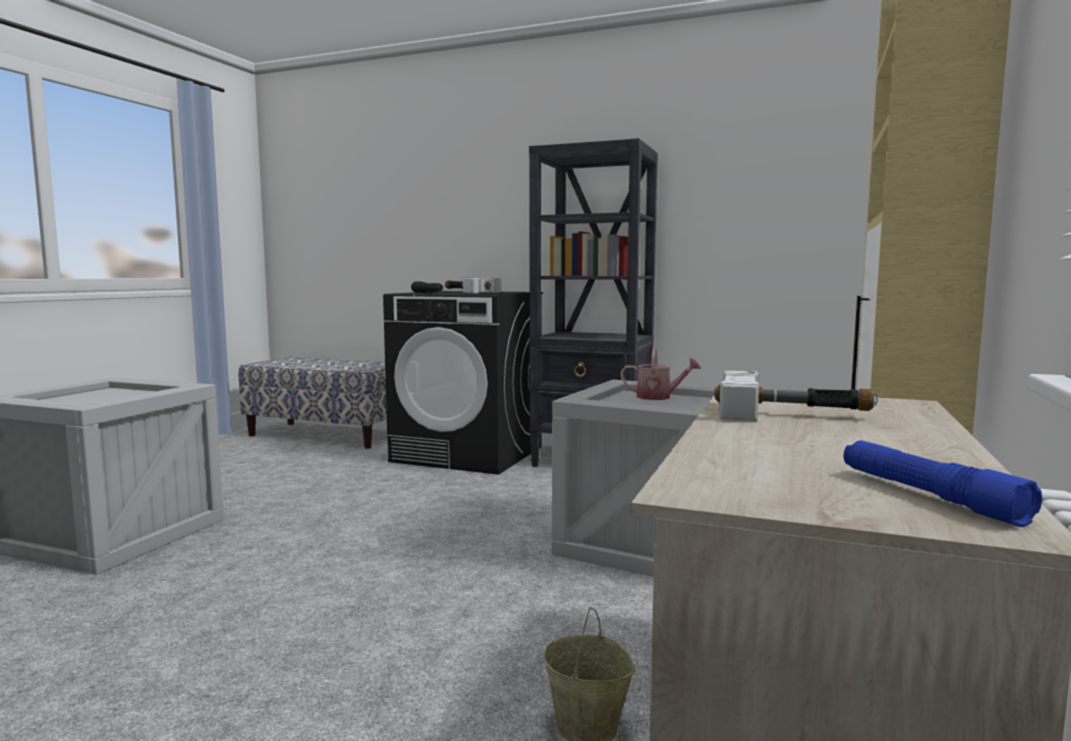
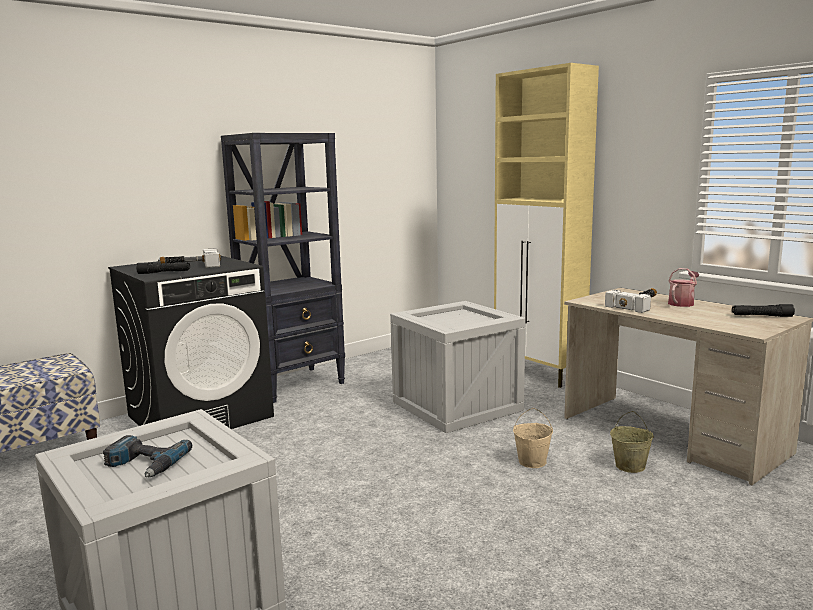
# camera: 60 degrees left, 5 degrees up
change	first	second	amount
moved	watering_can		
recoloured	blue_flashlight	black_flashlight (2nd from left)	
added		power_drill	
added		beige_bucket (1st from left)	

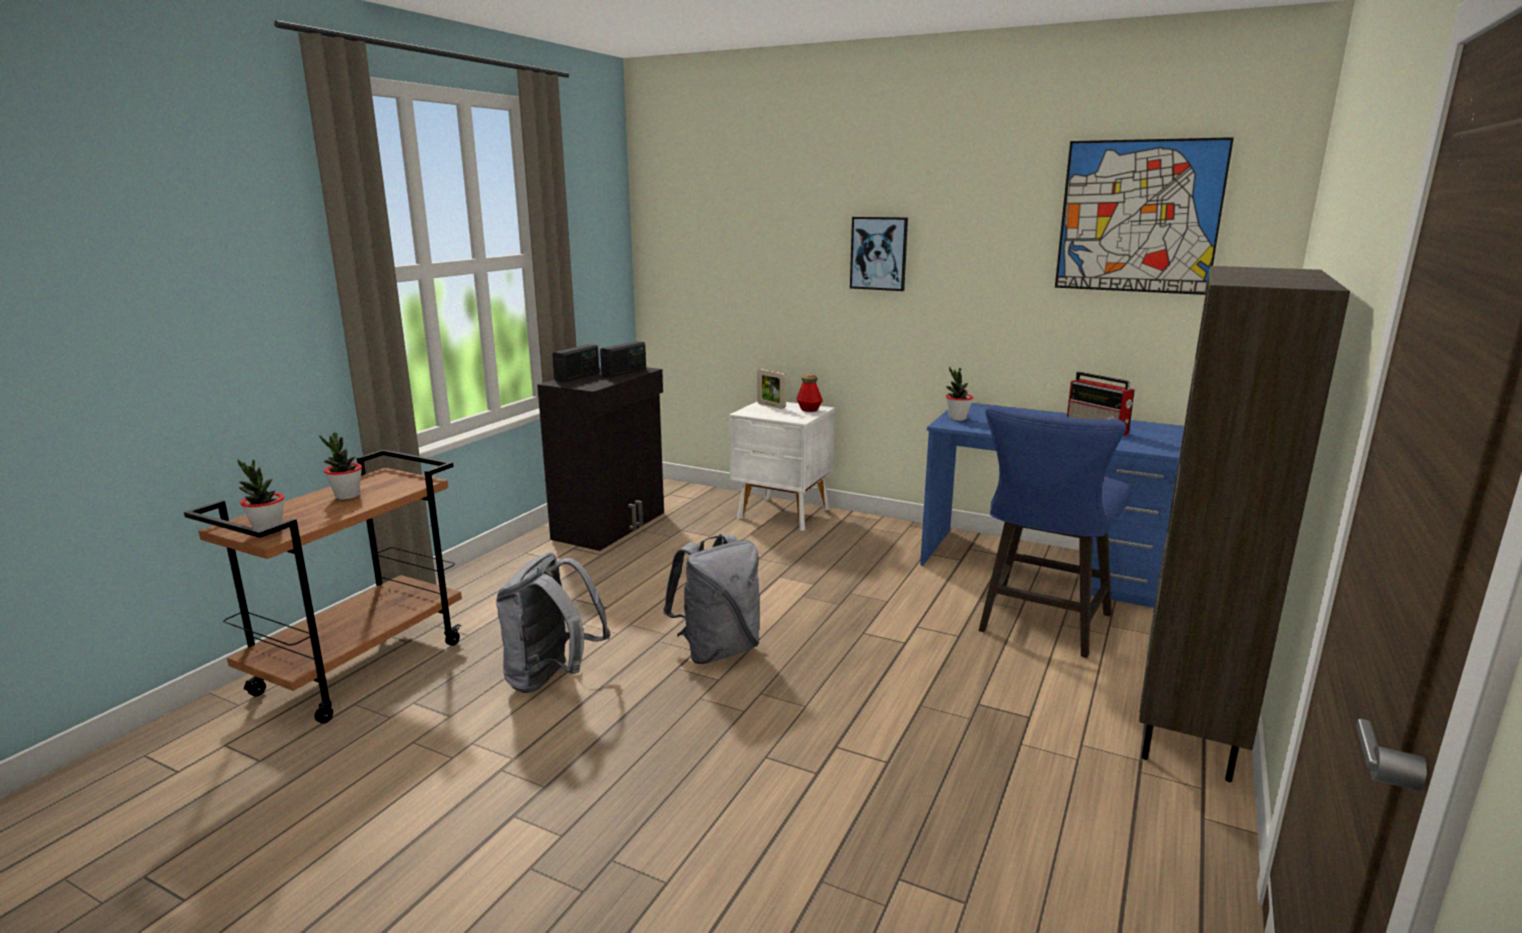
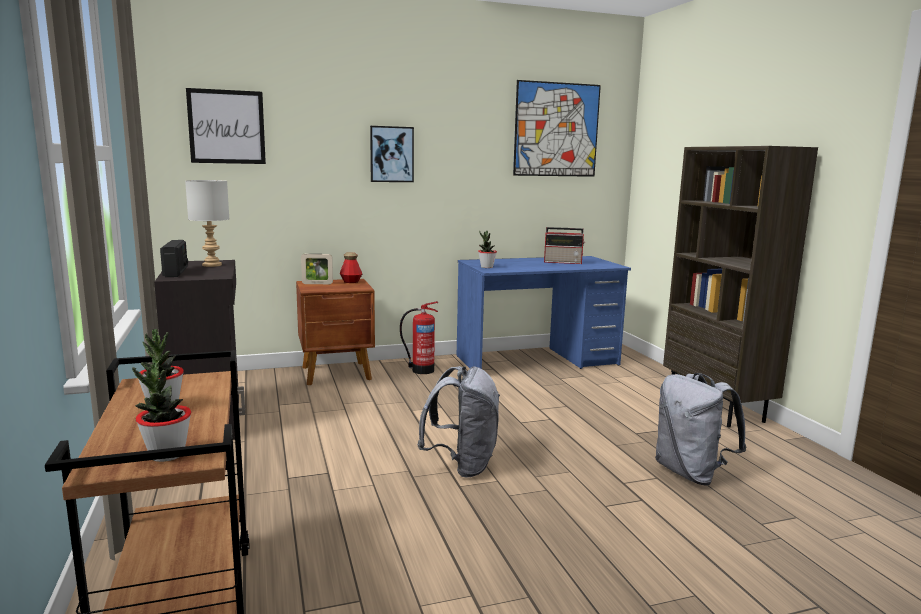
# camera: 45 degrees left, 5 degrees down
change	first	second	amount
moved	grey_backpack (1st from left in the first image)	grey_backpack (2nd from left)	
replaced	radio (2nd from left)	grey_table_lamp	
recoloured	white_nightstand	brown_nightstand	
removed	blue_stool		
added		picture (1st from left)	
added		fire_extinguisher	

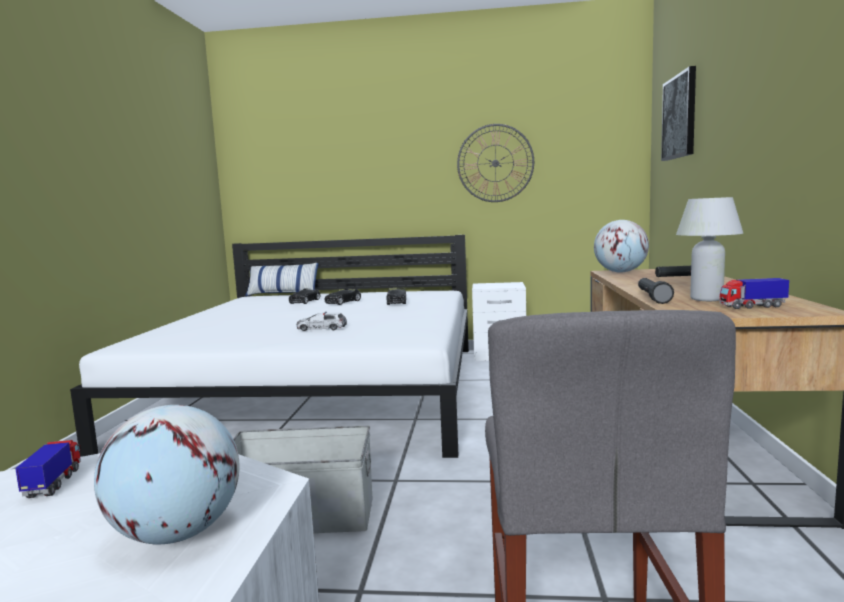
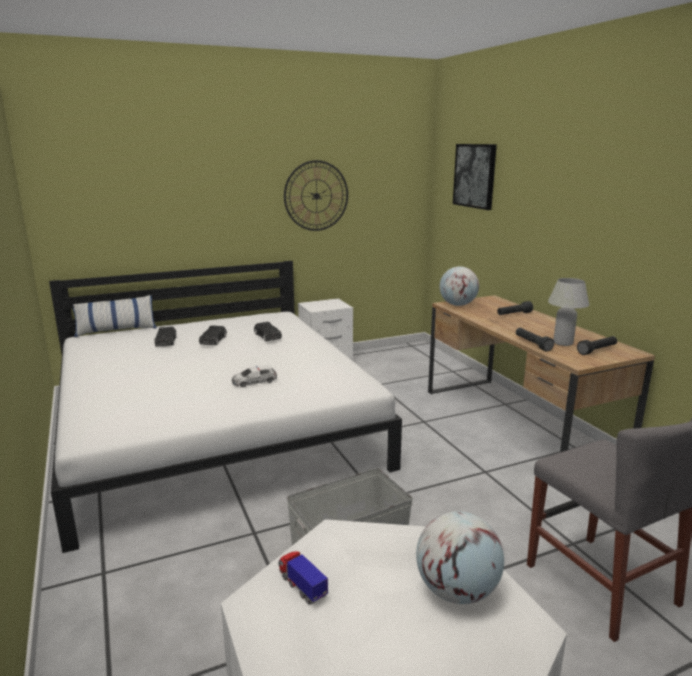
# camera: 30 degrees left, 10 degrees up
change	first	second	amount
replaced	toy_truck (2nd from left)	black_flashlight (3rd from left)	

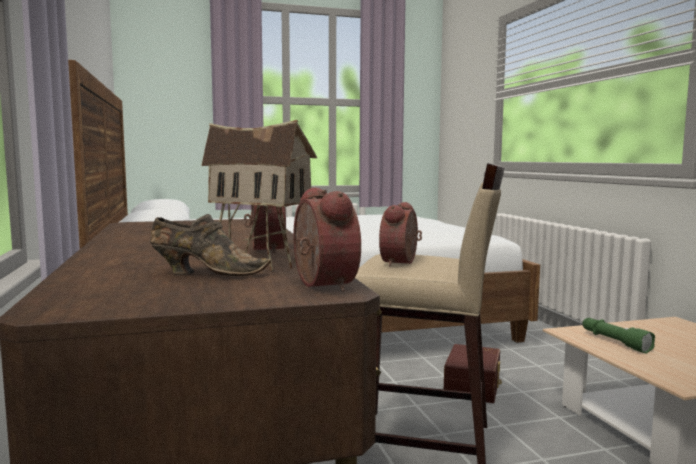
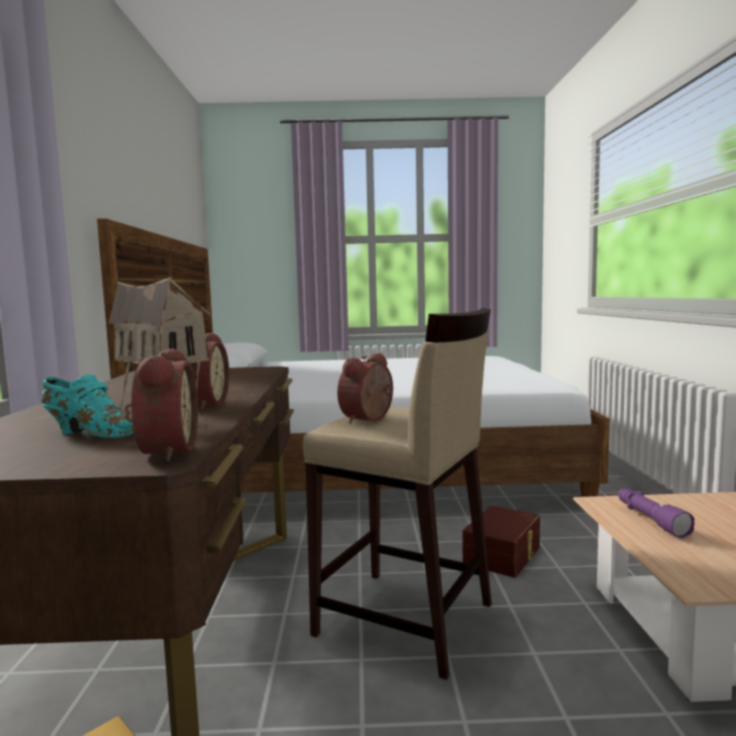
# camera: 15 degrees right, 0 degrees up
change	first	second	amount
recoloured	brown_shoe	turquoise_shoe	
recoloured	green_flashlight	purple_flashlight	

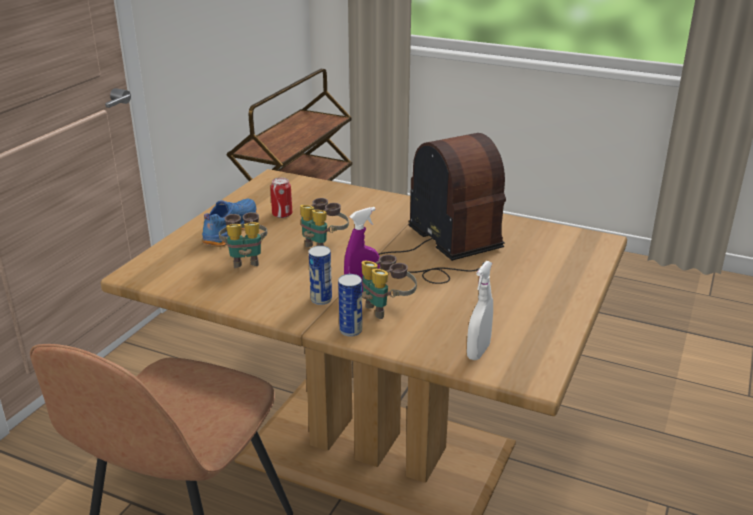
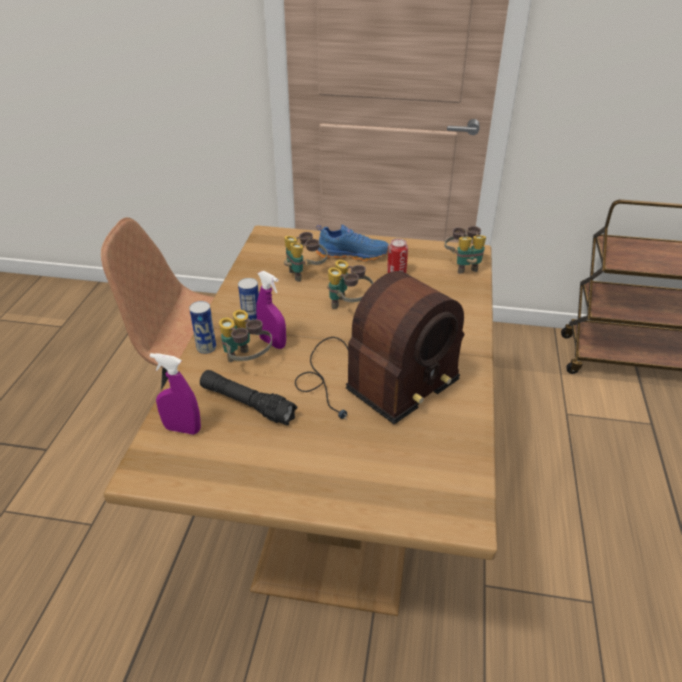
# camera: 75 degrees right, 10 degrees up
change	first	second	amount
recoloured	white_spray_bottle	purple_spray_bottle (1st from left)	
added		black_flashlight	
added		binoculars (4th from left)	

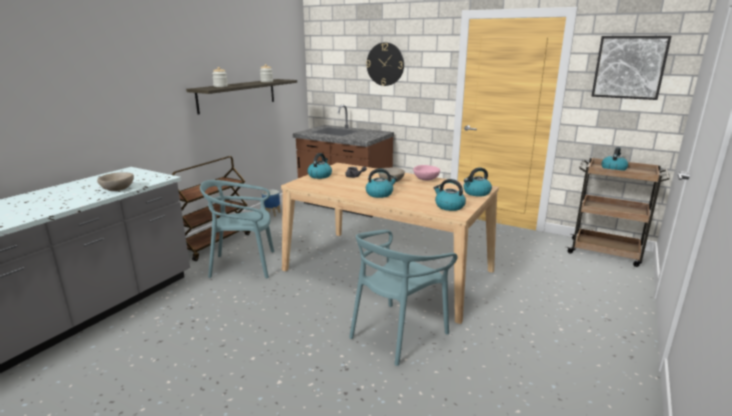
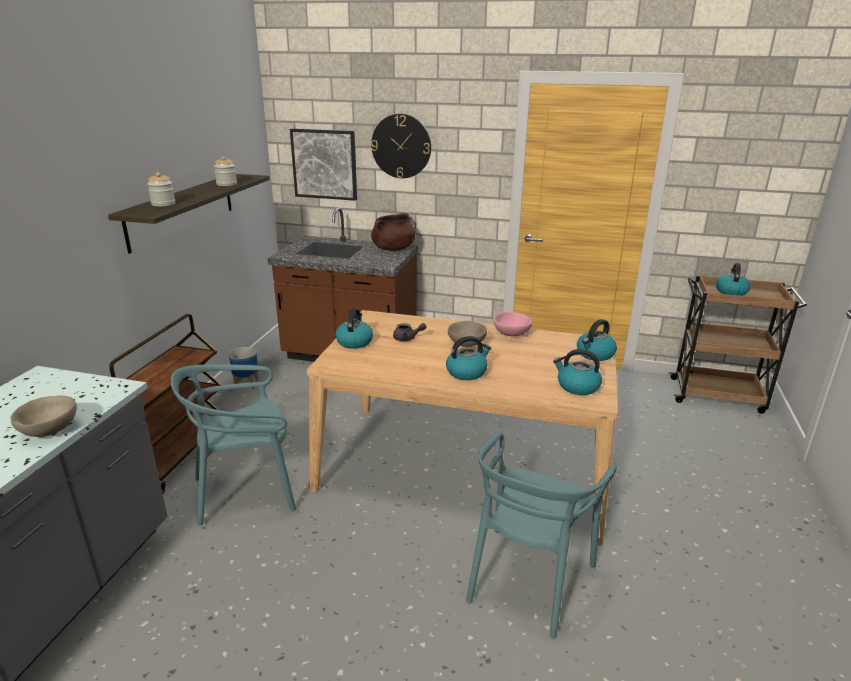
# camera: 15 degrees left, 5 degrees up
change	first	second	amount
moved	picture		
added		brown_cooking_pot	

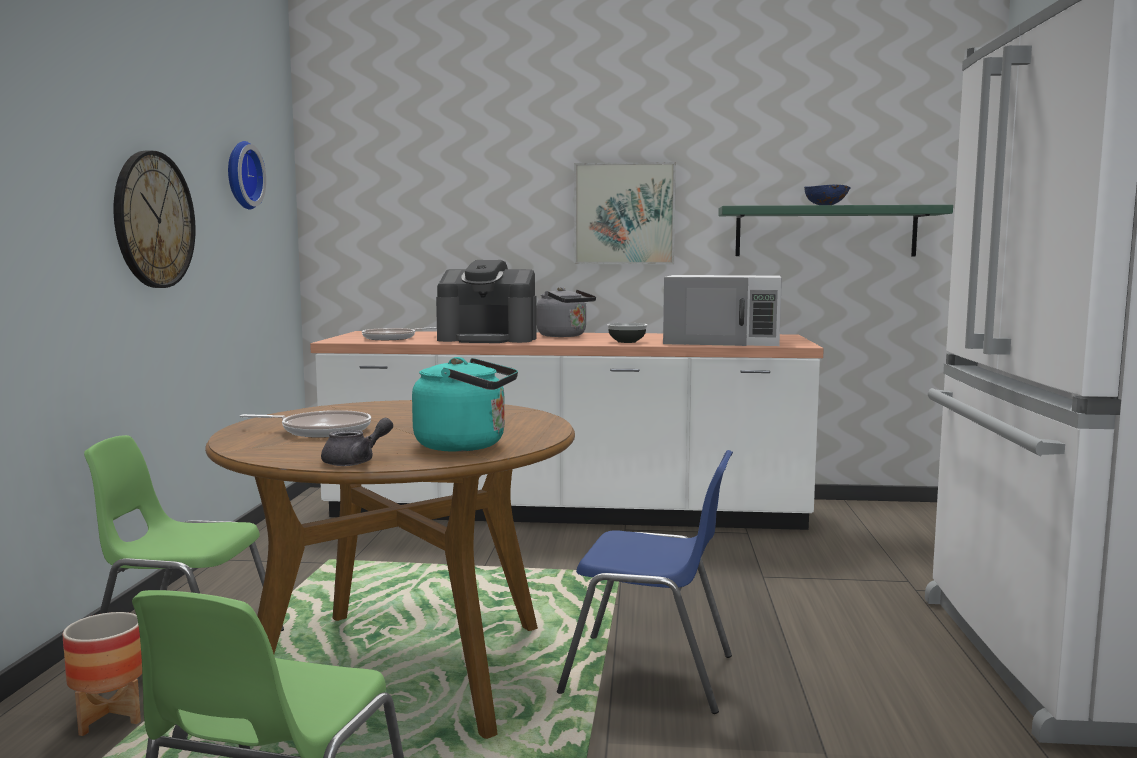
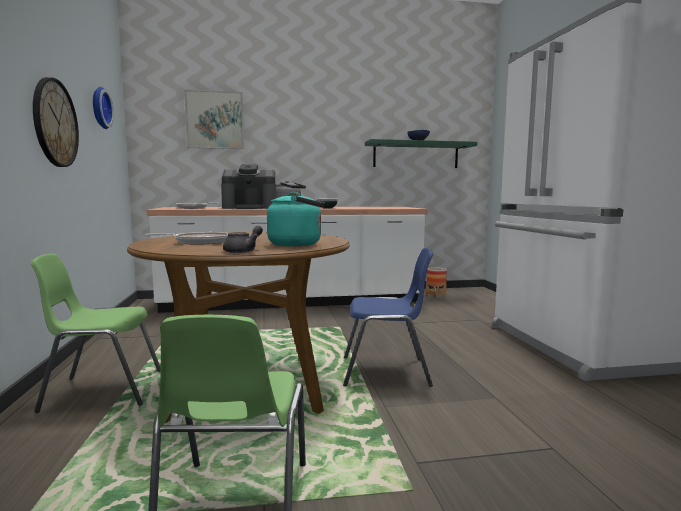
# camera: 15 degrees left, 0 degrees up
change	first	second	amount
moved	planter		
moved	picture		
removed	white_microwave		

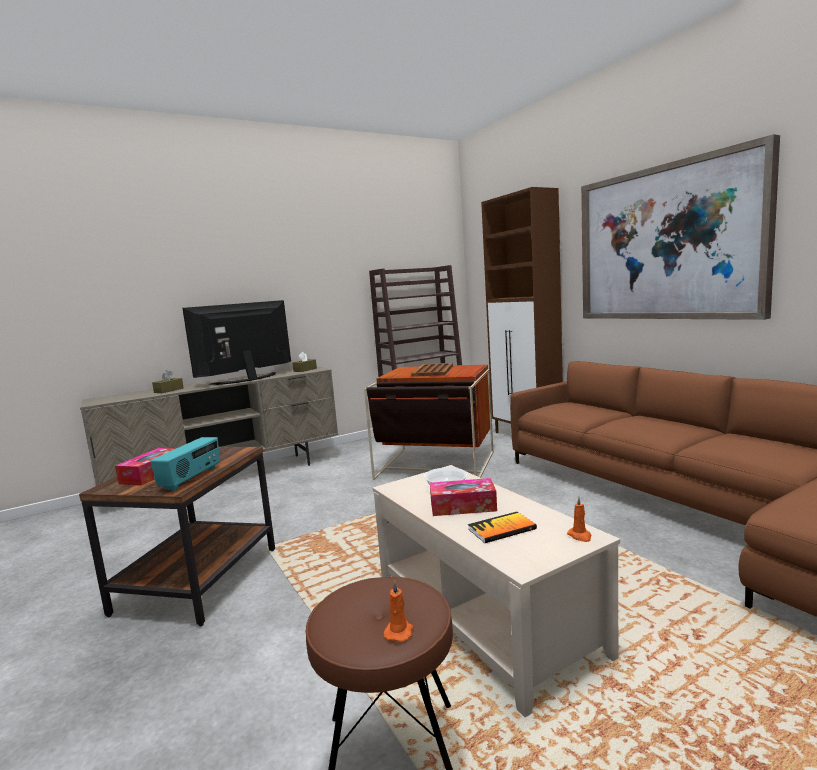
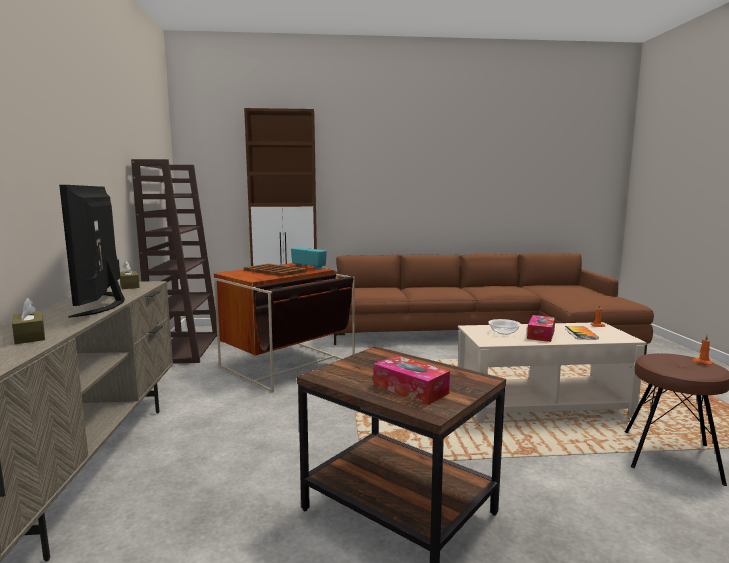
# camera: 65 degrees left, 0 degrees up
change	first	second	amount
moved	radio		
removed	picture		

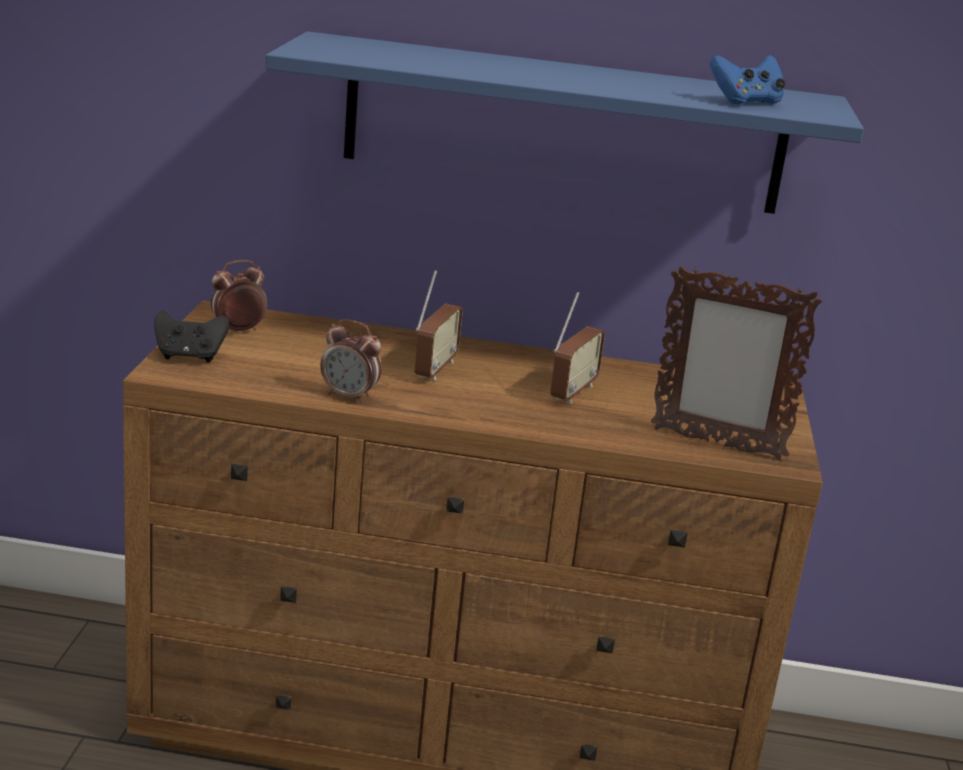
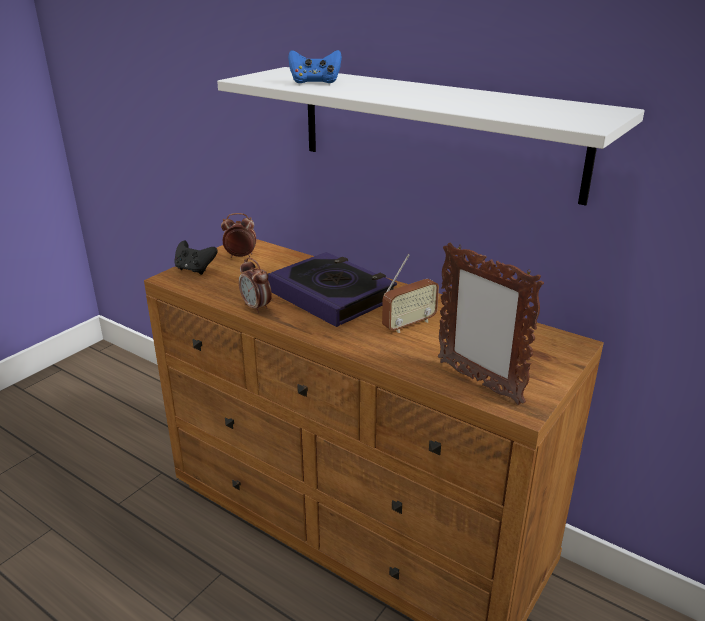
# camera: 30 degrees right, 5 degrees up
change	first	second	amount
recoloured	blue_shelf	white_shelf	
replaced	radio (1st from left)	book	
moved	blue_game_controller		

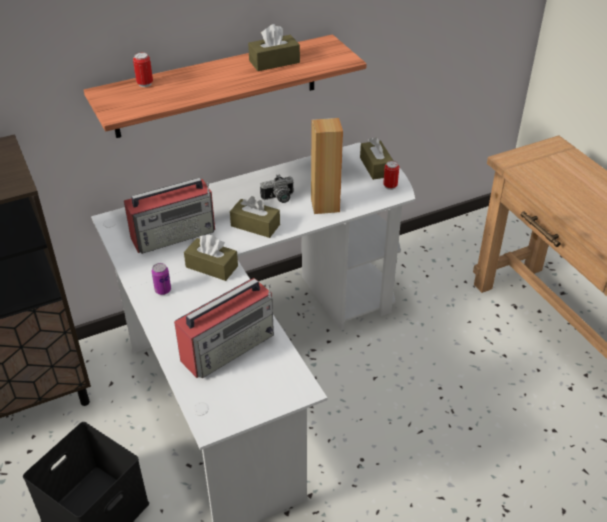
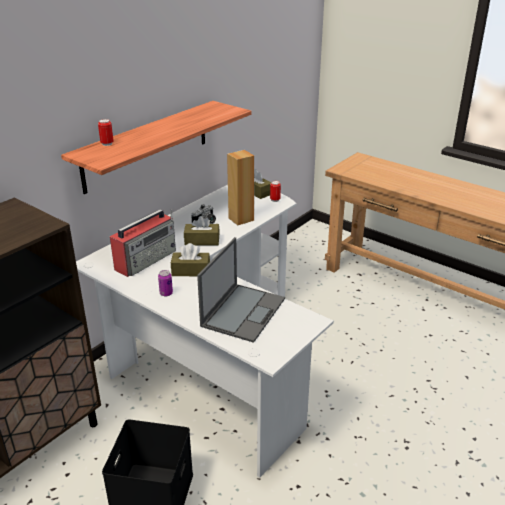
# camera: 25 degrees left, 10 degrees down
change	first	second	amount
replaced	radio (2nd from left)	laptop	
removed	brown_tissue_box (3rd from left)		

